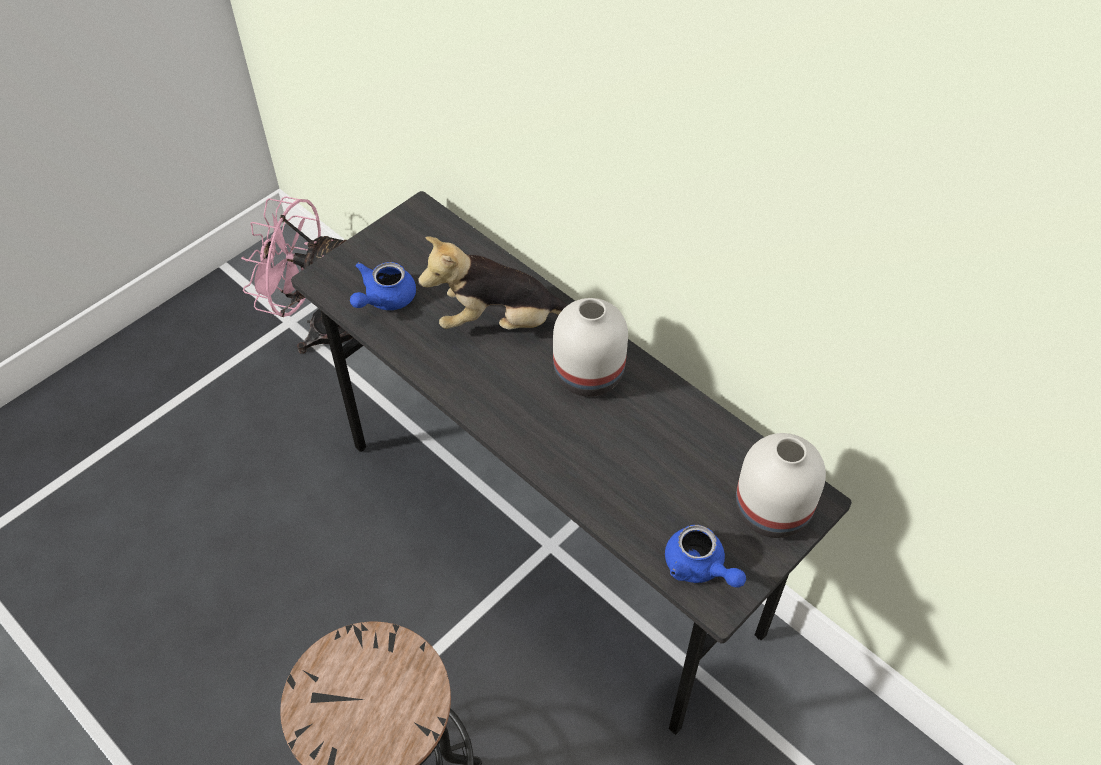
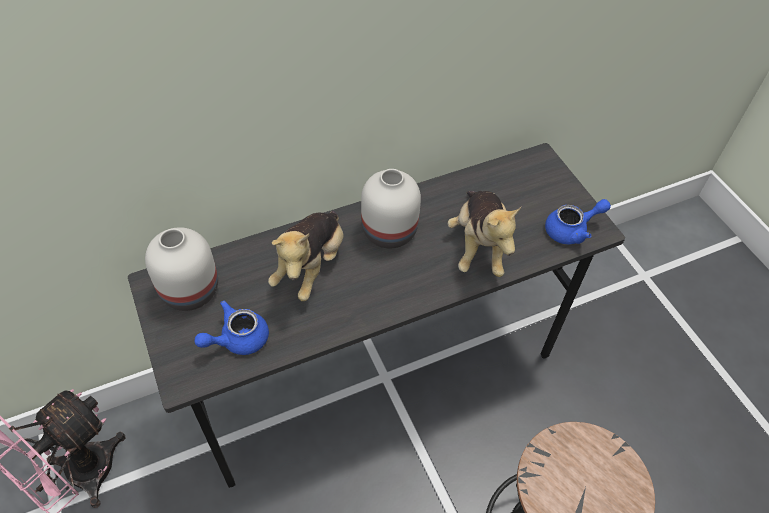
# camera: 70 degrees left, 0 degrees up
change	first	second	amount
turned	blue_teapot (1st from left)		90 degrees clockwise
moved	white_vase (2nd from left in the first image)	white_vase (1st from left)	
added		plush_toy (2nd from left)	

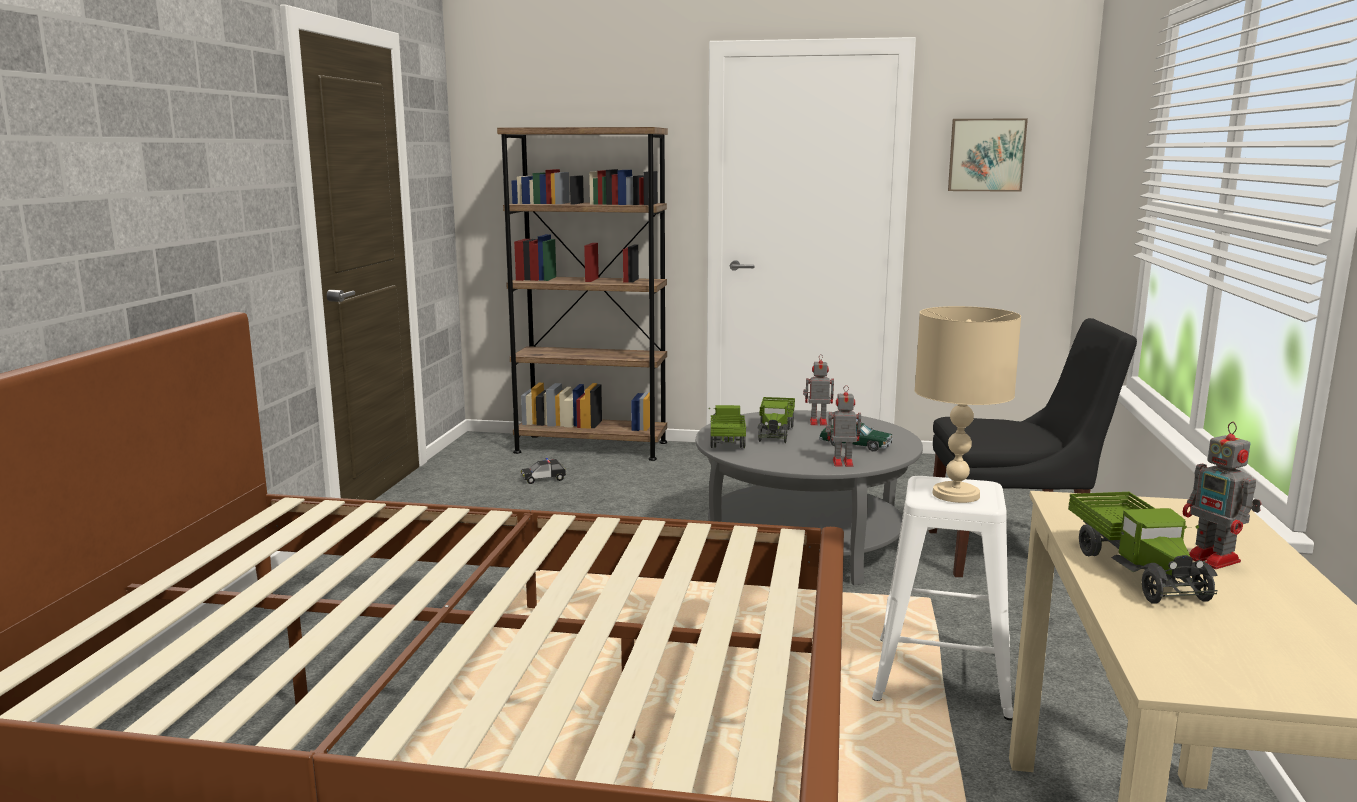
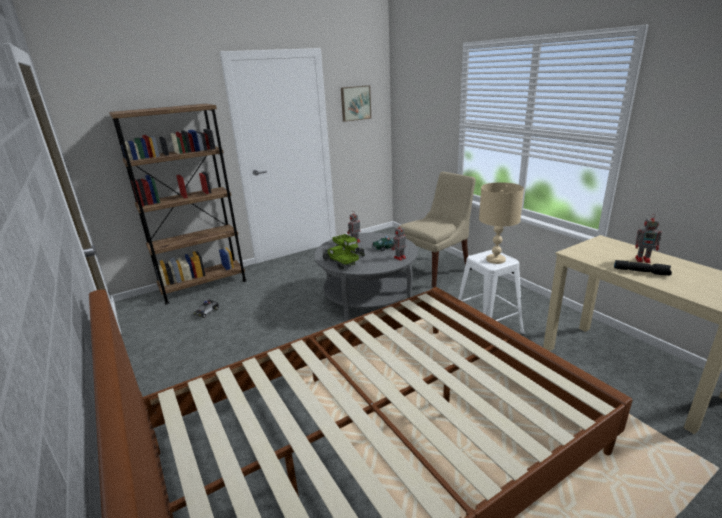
# camera: 40 degrees left, 10 degrees up
change	first	second	amount
recoloured	black_chair	beige_chair	
replaced	toy_truck (3rd from left)	black_flashlight	

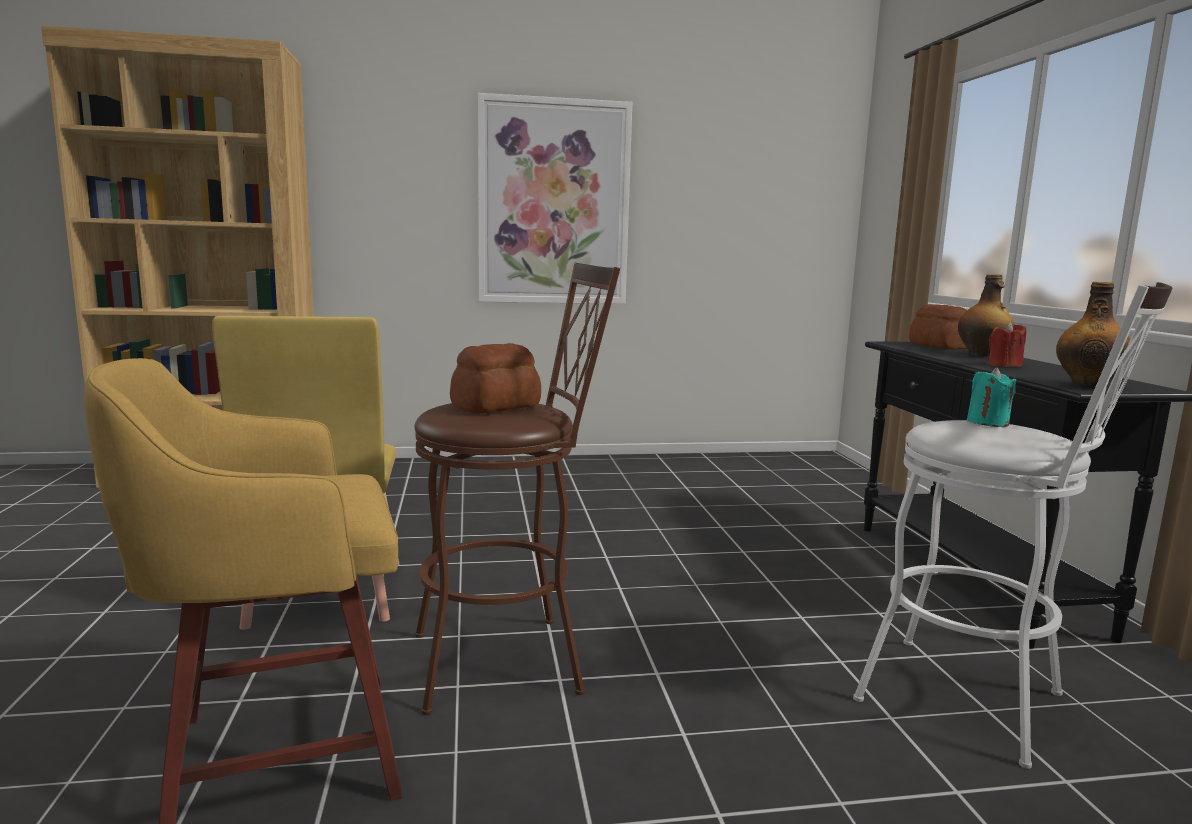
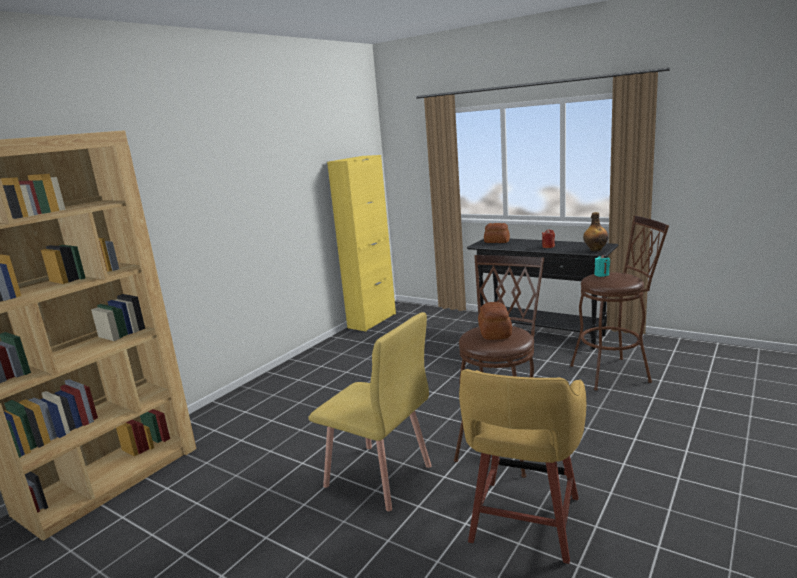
# camera: 45 degrees left, 5 degrees up
change	first	second	amount
removed	picture		
recoloured	white_stool	brown_stool (2nd from left)	
removed	bottle (1st from left)		
added		yellow_cabinet	

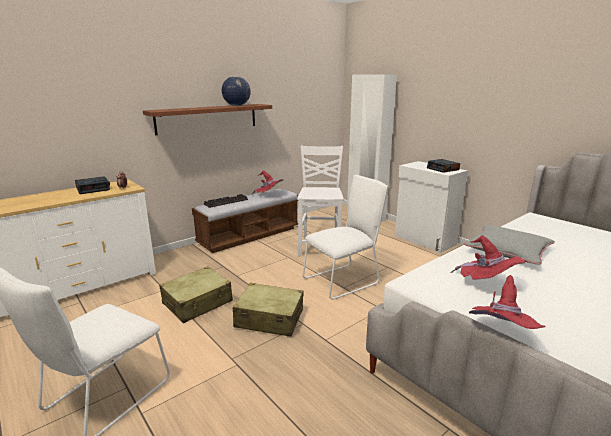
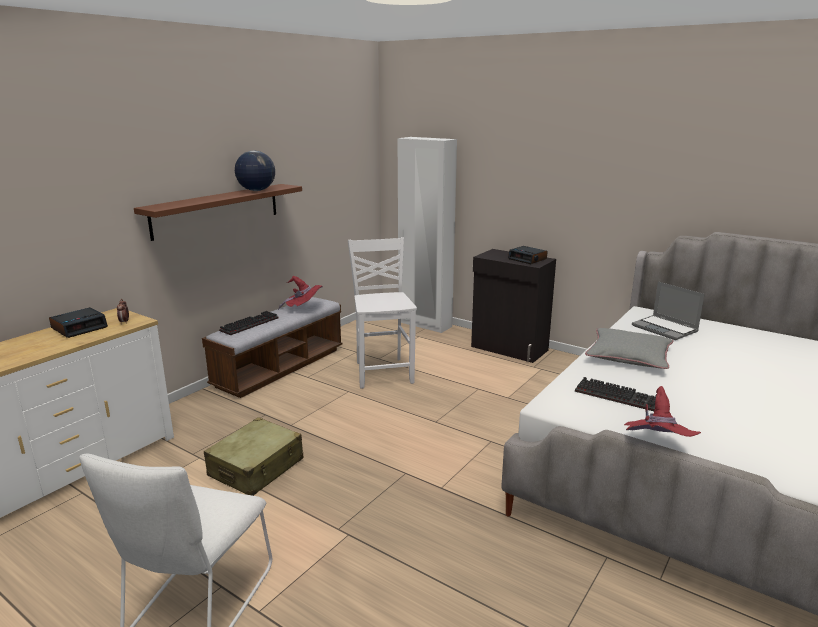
# camera: 15 degrees left, 0 degrees up
change	first	second	amount
removed	beige_suitcase (2nd from left)		
removed	white_chair (3rd from left)		
recoloured	white_cabinet	black_cabinet	
replaced	red_hat (2nd from left)	keyboard (2nd from left)	
added		laptop	

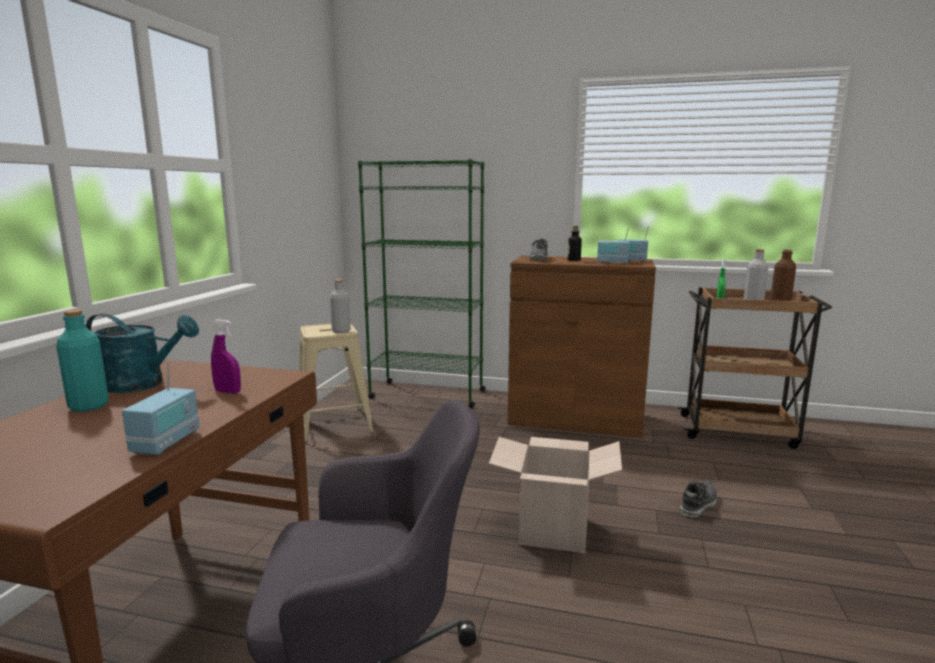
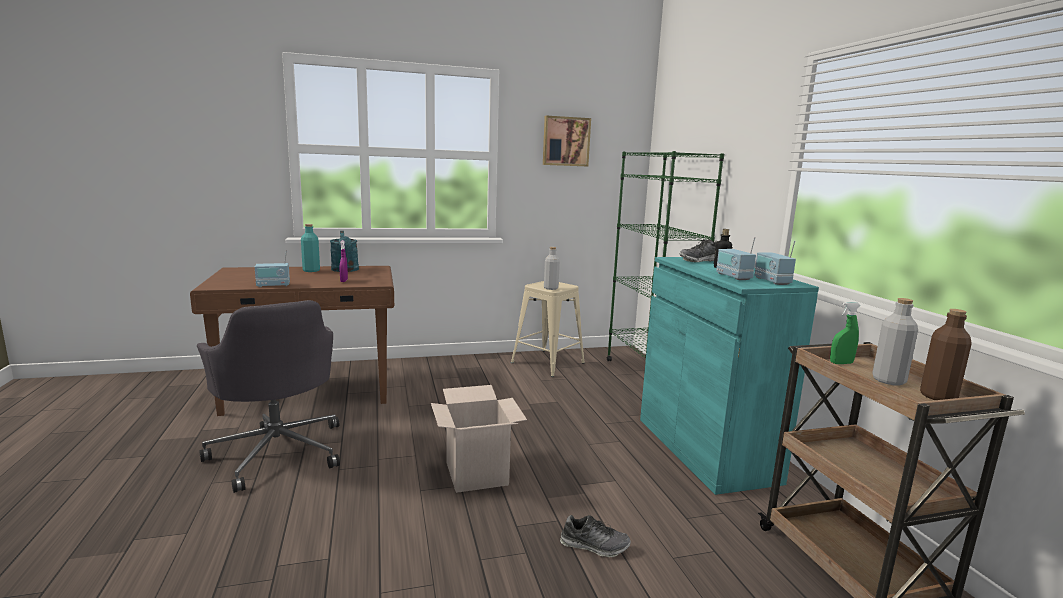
# camera: 60 degrees right, 0 degrees up
change	first	second	amount
recoloured	brown_cabinet	turquoise_cabinet	
added		picture	

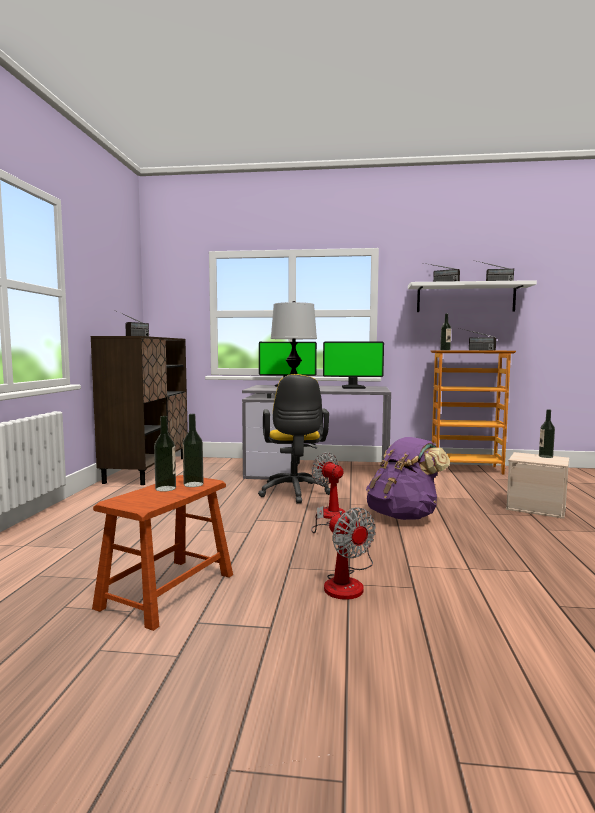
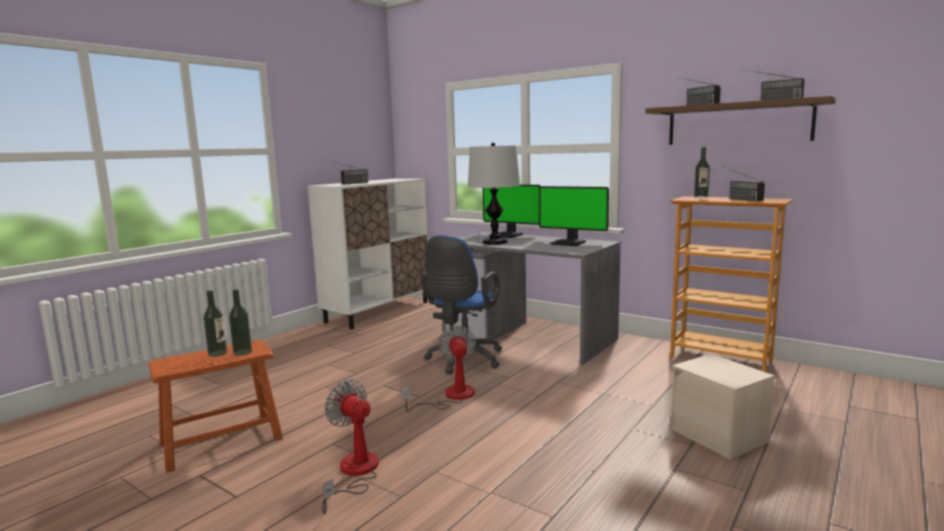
# camera: 30 degrees right, 5 degrees up
change	first	second	amount
recoloured	brown_cabinet	white_cabinet	
recoloured	yellow_office_chair	blue_office_chair	
turned	fan (2nd from left in the first image)	fan (1st from left)	135 degrees clockwise
removed	purple_backpack		
recoloured	white_shelf	brown_shelf	
removed	bottle (4th from left)		

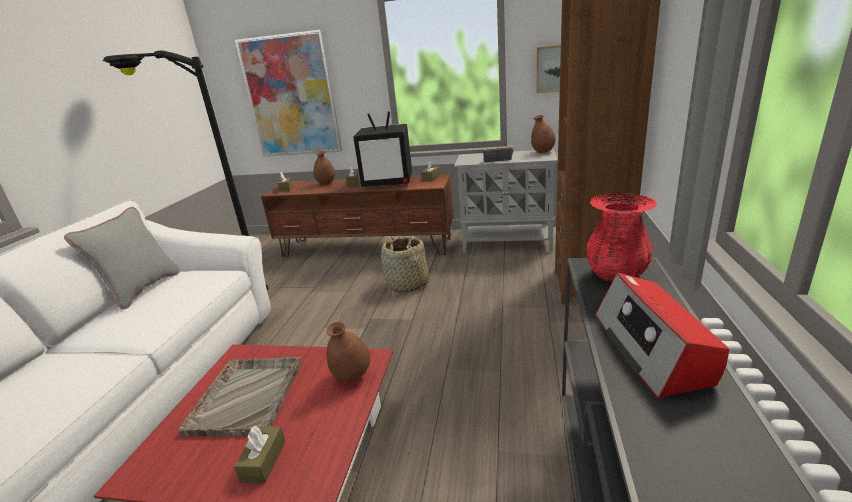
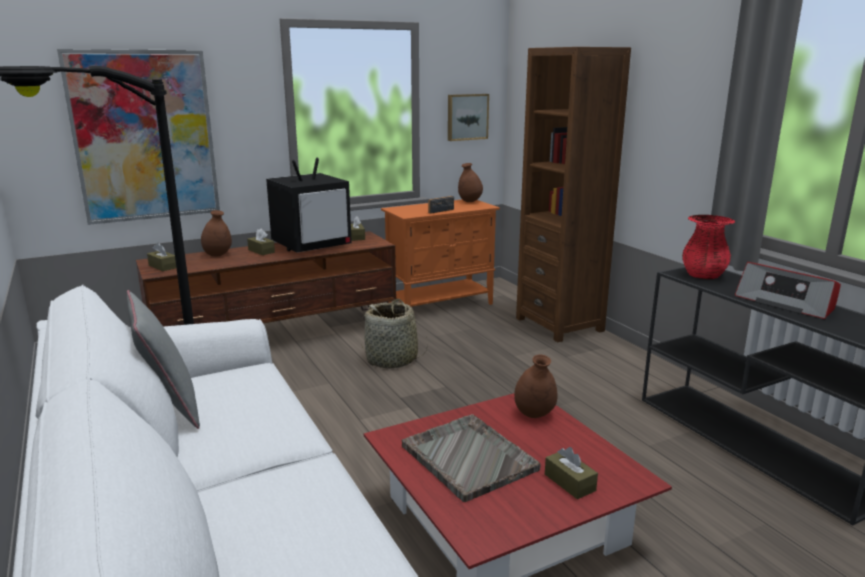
# camera: 40 degrees left, 5 degrees down
change	first	second	amount
recoloured	grey_cabinet	orange_cabinet	

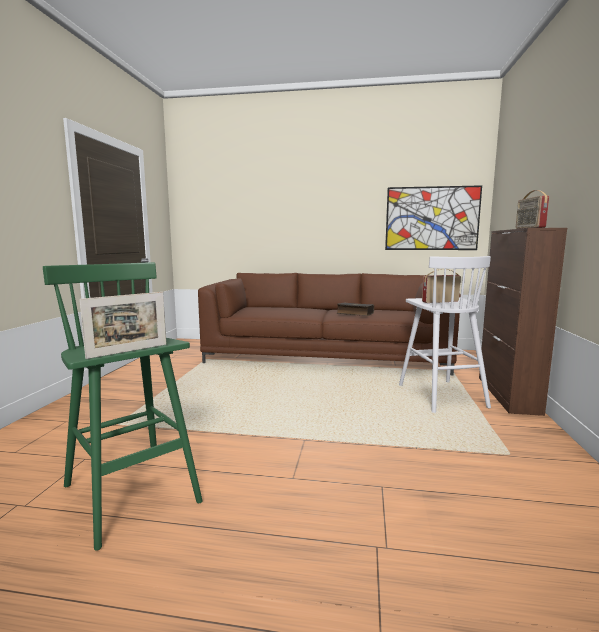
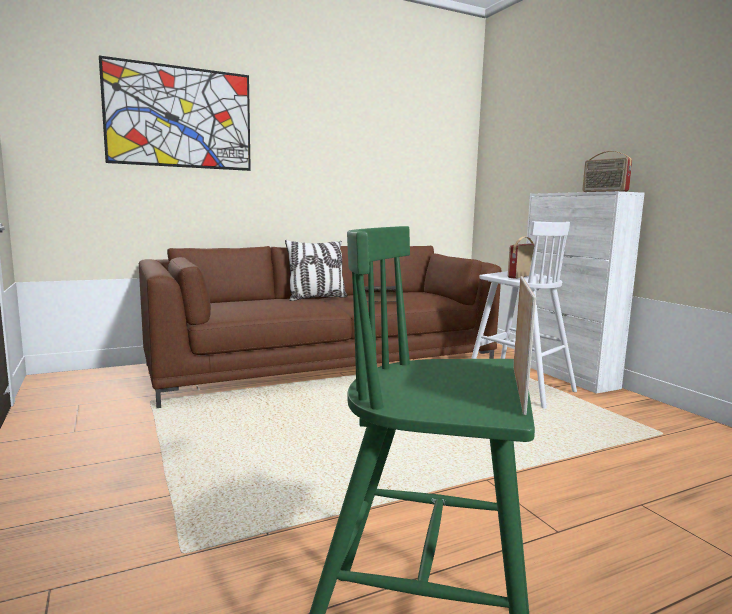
# camera: 35 degrees left, 0 degrees up
change	first	second	amount
moved	picture		
recoloured	brown_cabinet	white_cabinet	
added		pillow	

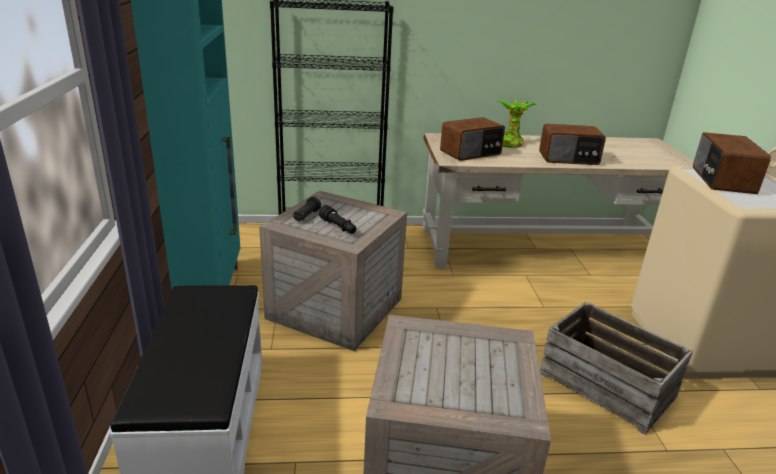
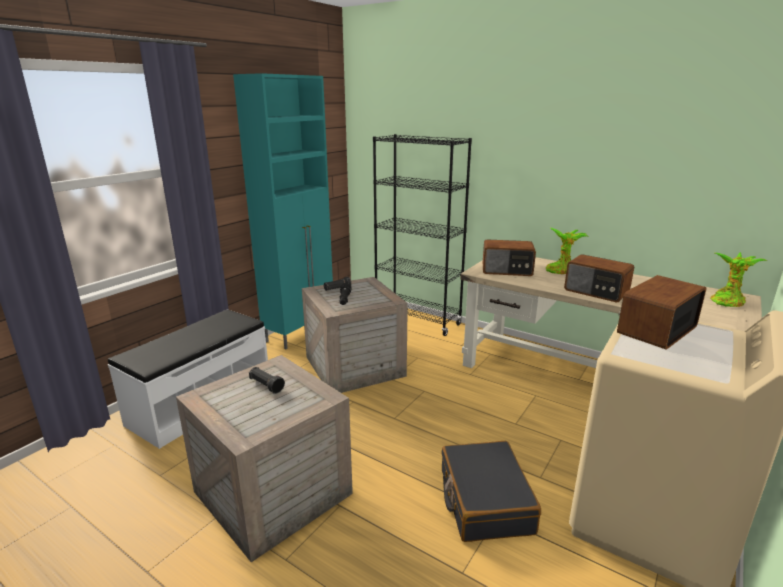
# camera: 40 degrees right, 5 degrees down
change	first	second	amount
replaced	crate (3rd from left)	black_suitcase	
added		black_flashlight (1st from left)	
added		potted_plant (2nd from left)	

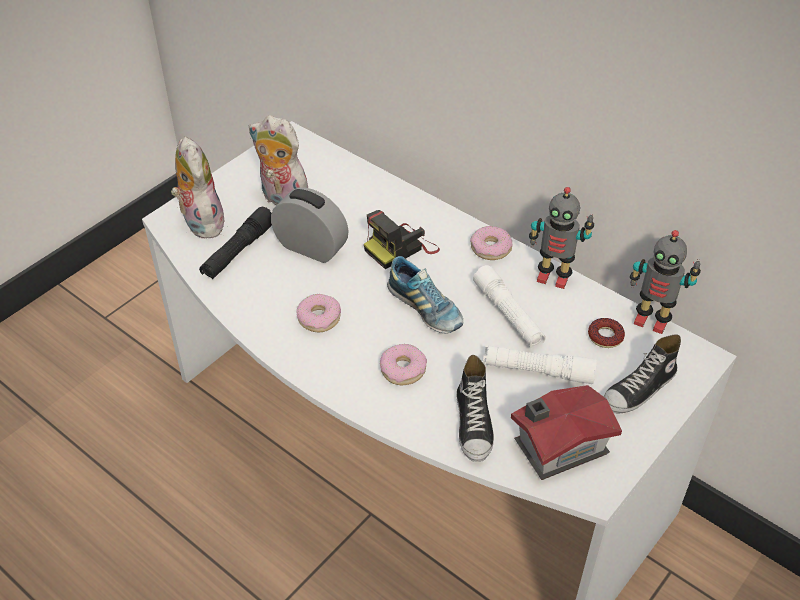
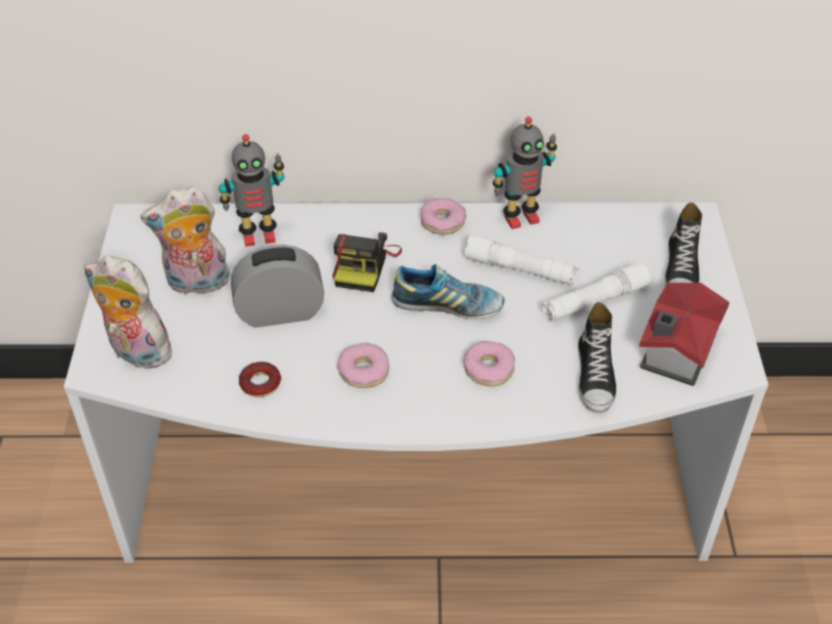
# camera: 40 degrees left, 0 degrees up
change	first	second	amount
removed	black_flashlight		
turned	shoe (2nd from left)		45 degrees clockwise
moved	donut (4th from left in the first image)	donut (1st from left)	
moved	toy_robot (2nd from left in the first image)	toy_robot (1st from left)	

